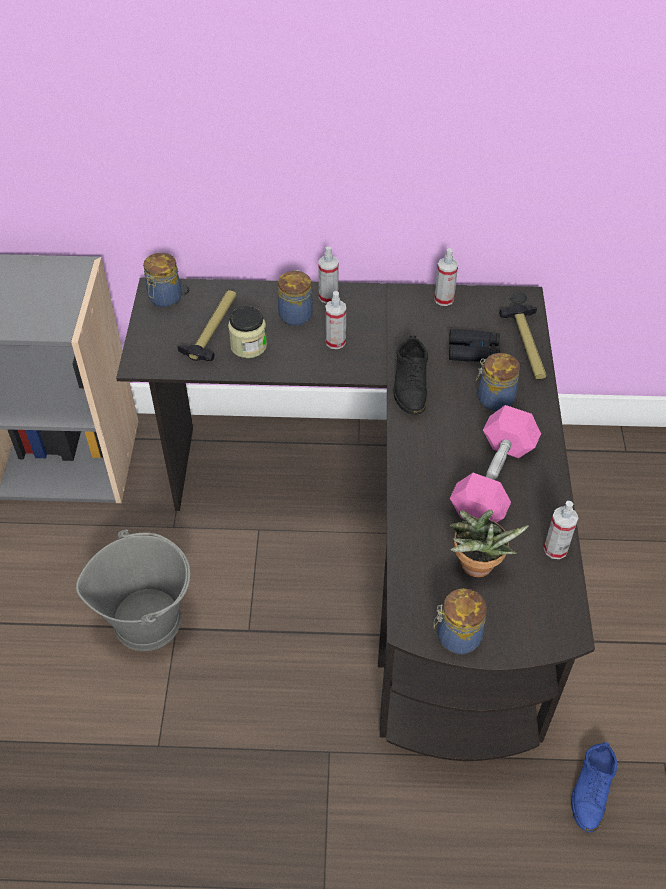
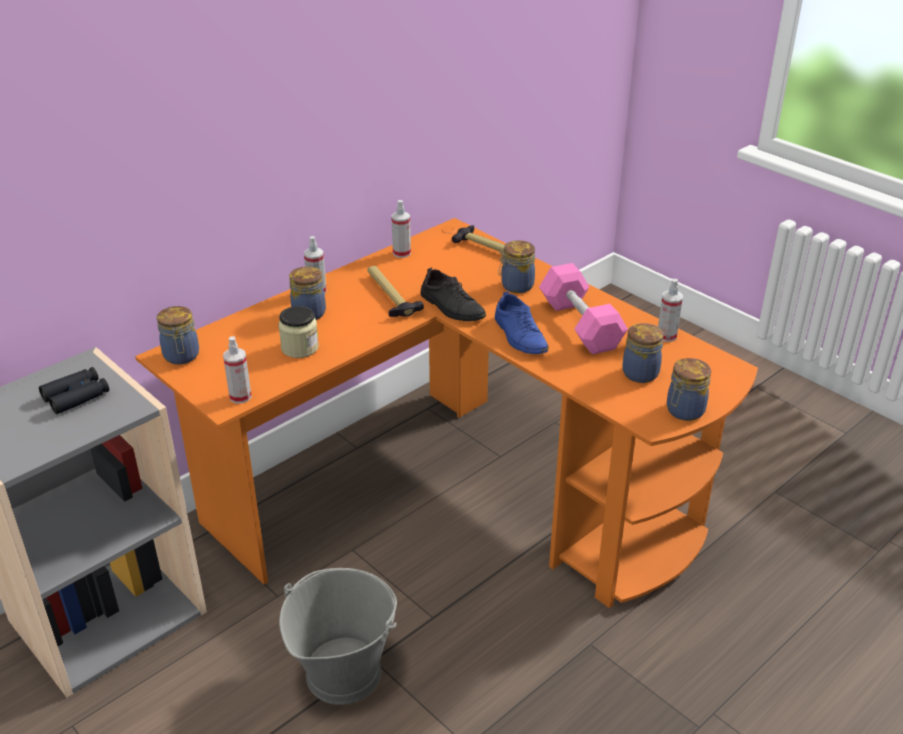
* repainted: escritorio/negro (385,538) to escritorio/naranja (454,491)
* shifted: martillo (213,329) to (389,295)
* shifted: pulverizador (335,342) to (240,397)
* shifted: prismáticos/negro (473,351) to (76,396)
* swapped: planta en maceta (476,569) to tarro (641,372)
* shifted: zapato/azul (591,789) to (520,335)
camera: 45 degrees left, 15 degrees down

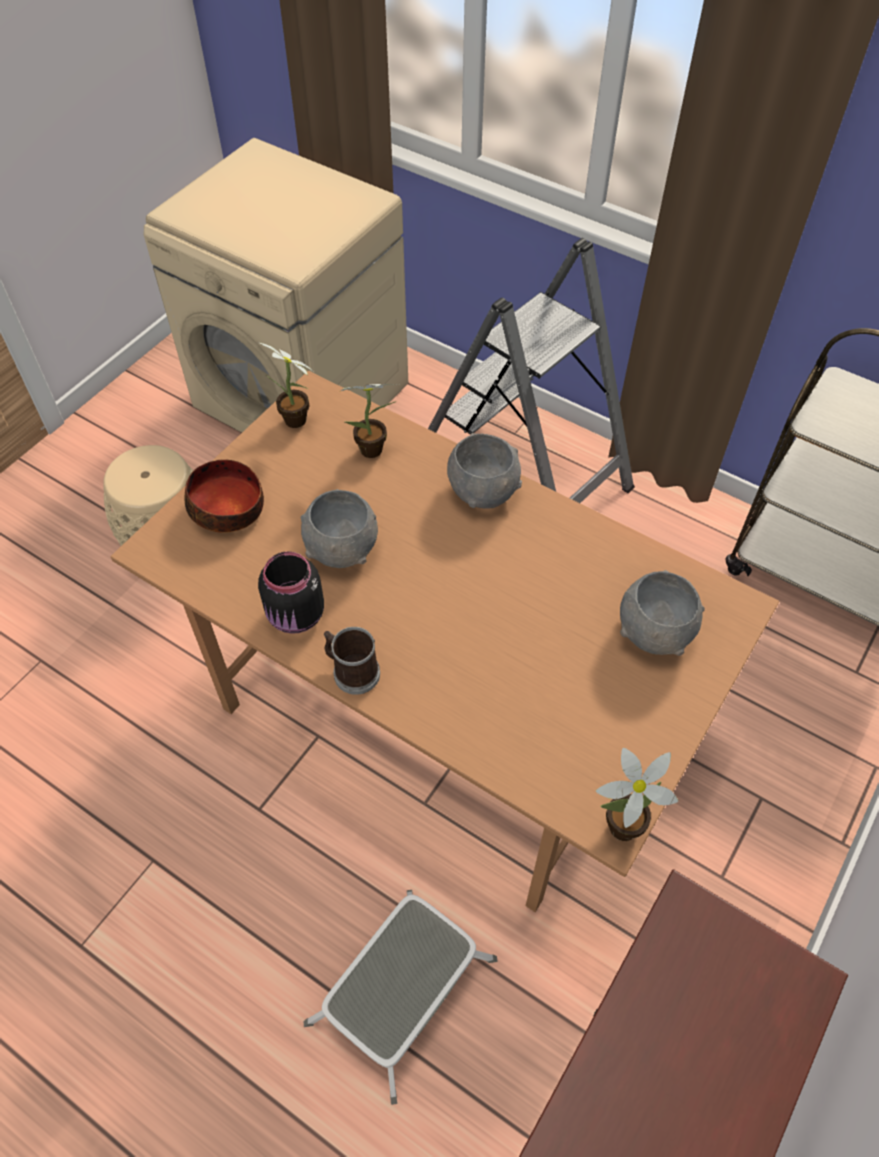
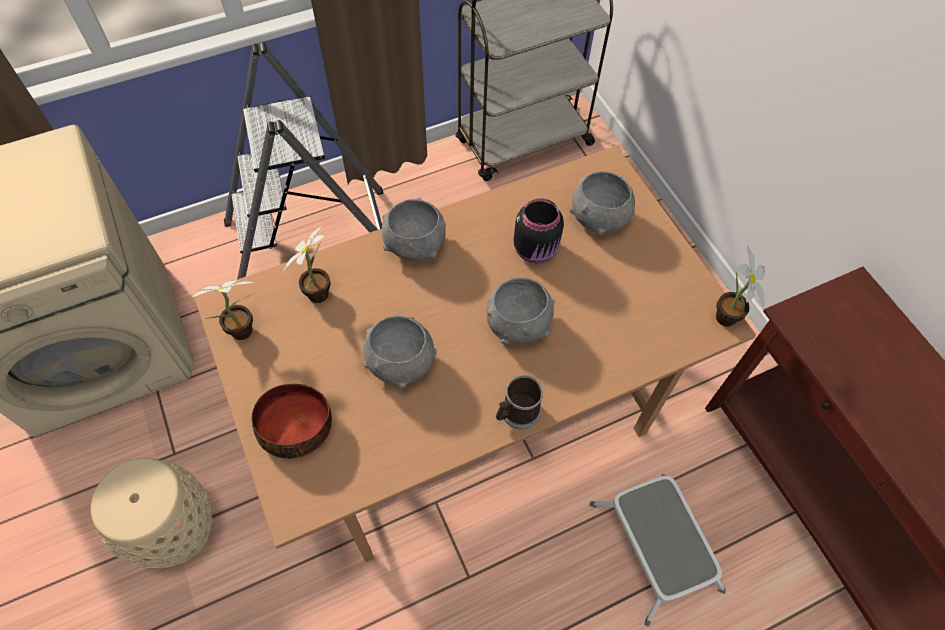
* shifted: tarro/negro (296,616) to (537,250)
* new: cuenco/gris (518,326)
camera: 60 degrees left, 5 degrees up

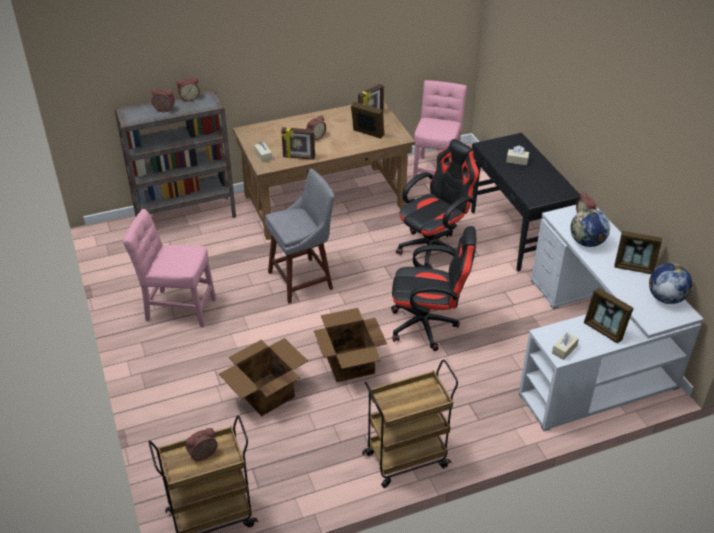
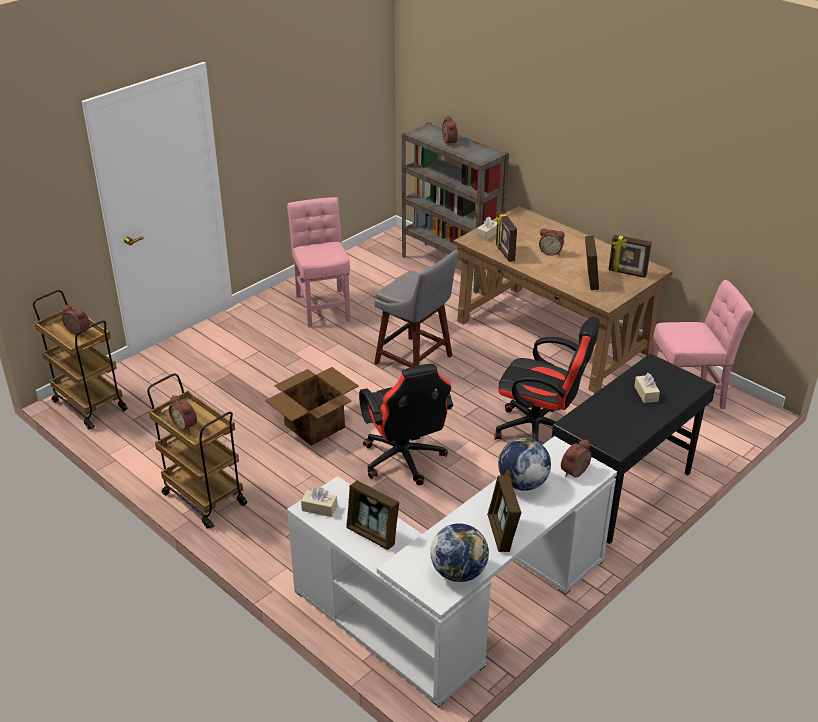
* shifted: despertador (189,98) to (186,425)
* gone: caja de cartón (265,394)
* rotated: portarretratos (604,330) = (373,534) 75 degrees counterclockwise
camera: 65 degrees right, 5 degrees down

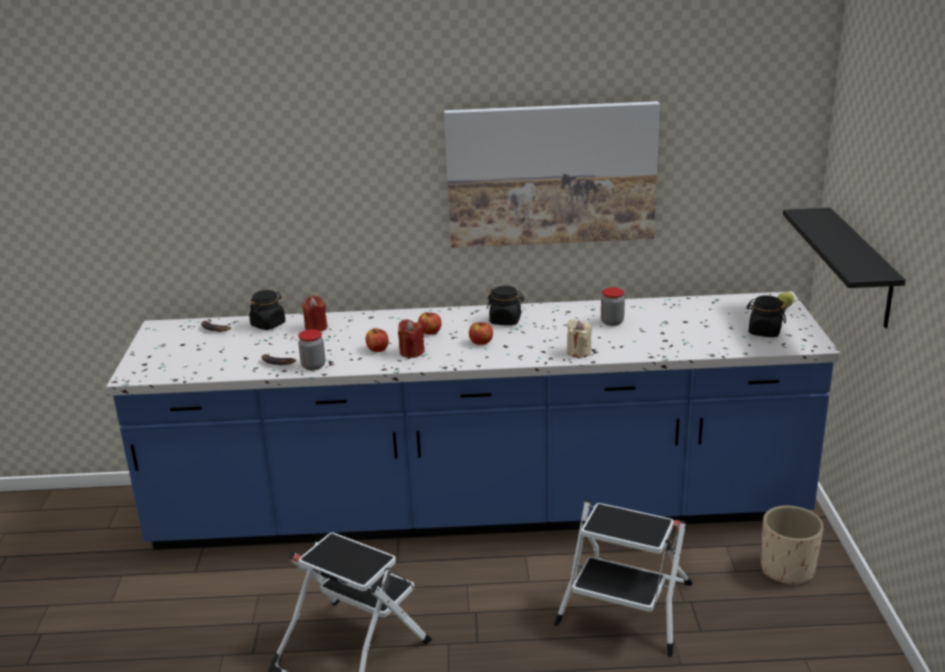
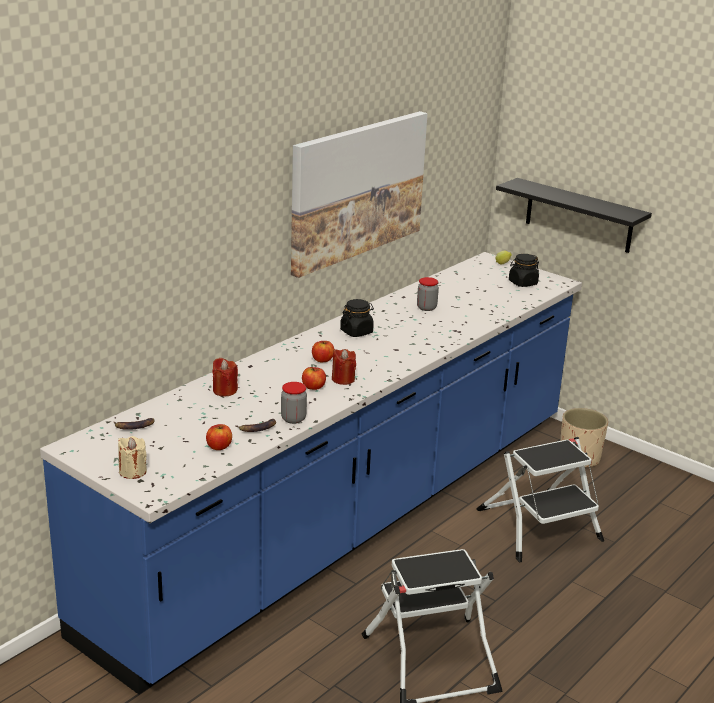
* gone: tarro/negro (268,324)
* shifted: manzana (481,342) to (219,446)
* shifted: vela/beis (579,352) to (132,471)
camera: 50 degrees left, 0 degrees up

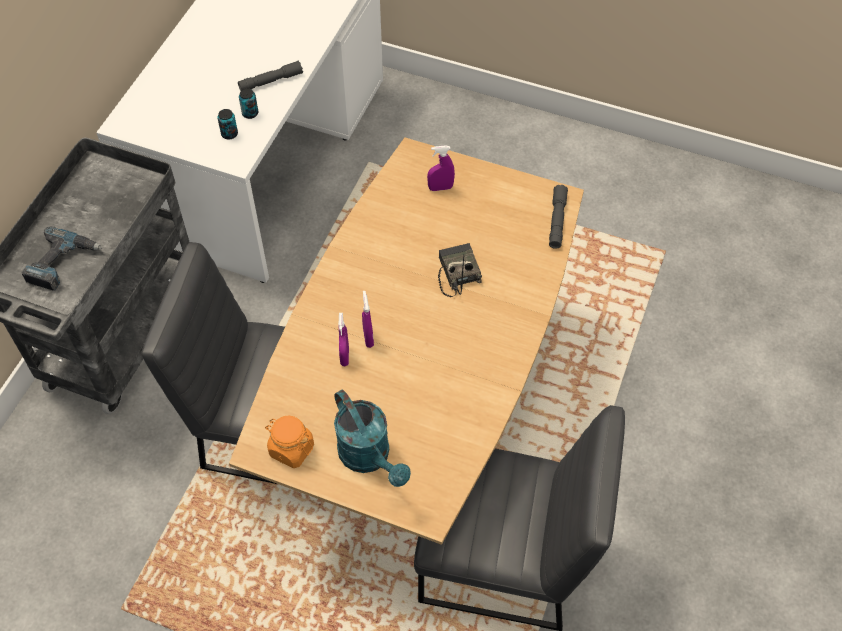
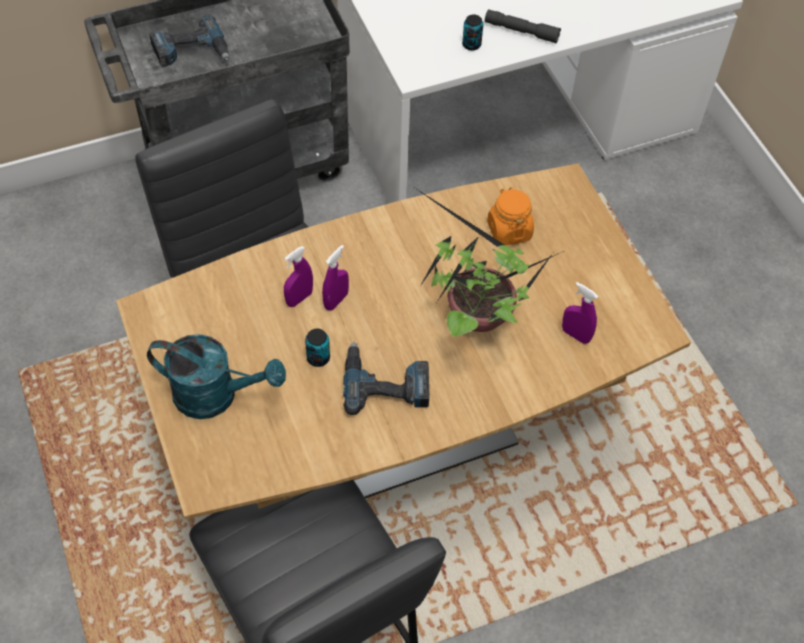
* shifted: lata (229,134) to (318,358)
* shifted: tarro/naranja (291,449) to (509,230)
* rotated: regadera/turquesa (370,457) = (216,395) 90 degrees counterclockwise
* shifted: pulverizador/morado (440,188) to (575,335)
* swapped: radio (456,273) to planta en maceta (476,313)
* gone: linterna/gris (557,221)
* new: taladro (385,382)
camera: 45 degrees right, 0 degrees up

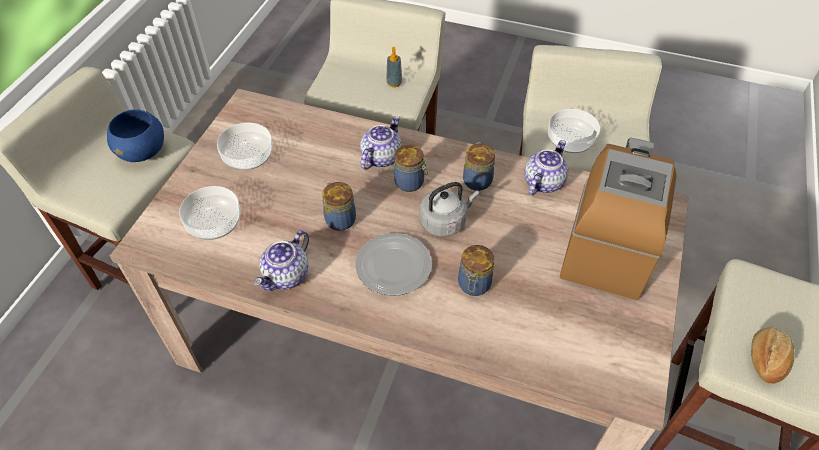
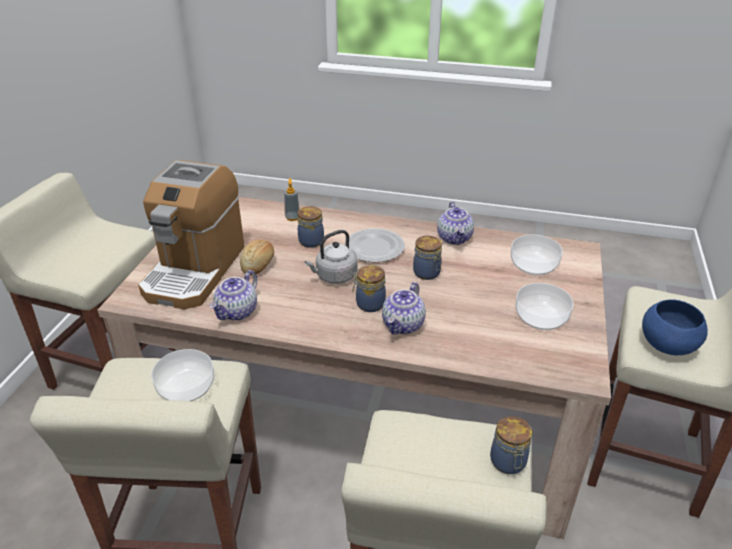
* rotated: tetera (286,276) = (455,238) 150 degrees clockwise
* shifted: dispensador de jabón (394,83) to (292,217)
* shifted: tarro (477,180) to (508,463)
* shifted: pan (765,359) to (259,264)
camera: 175 degrees right, 15 degrees down

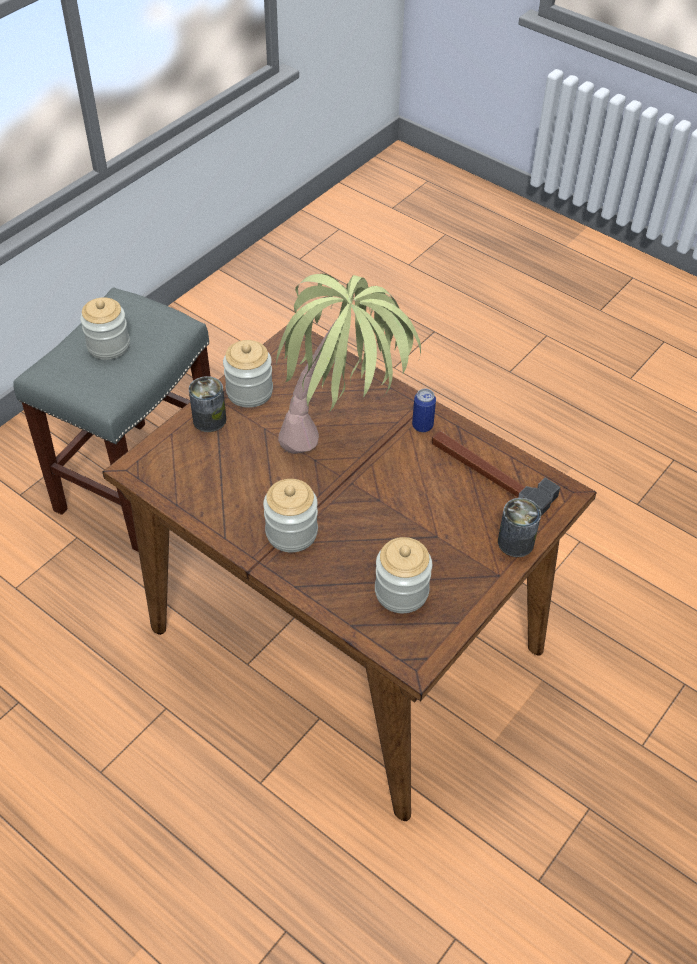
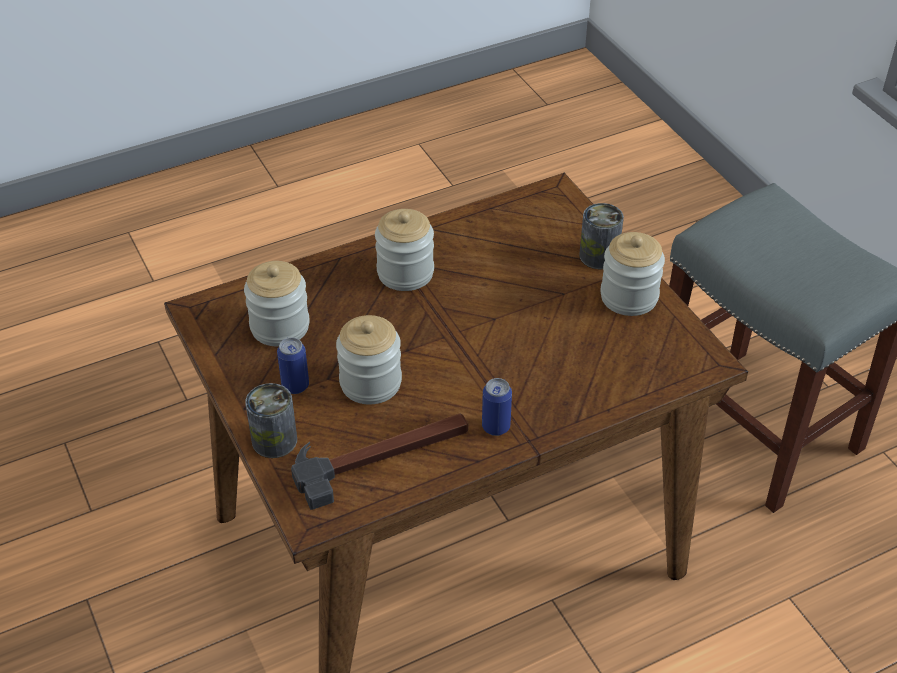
* shifted: tarro (108,346) to (370,383)
* gone: planta en maceta (342,438)
* new: lata (295,385)
camera: 115 degrees right, 5 degrees down

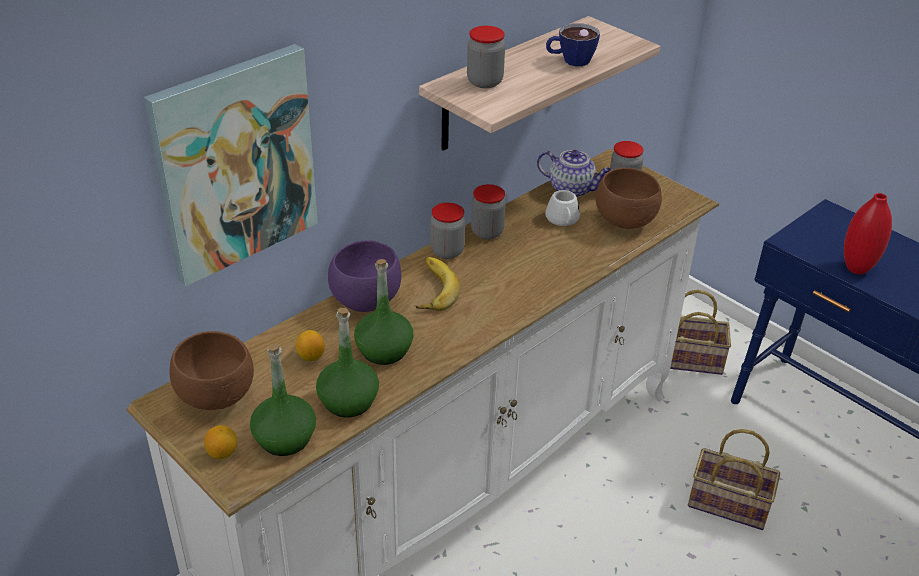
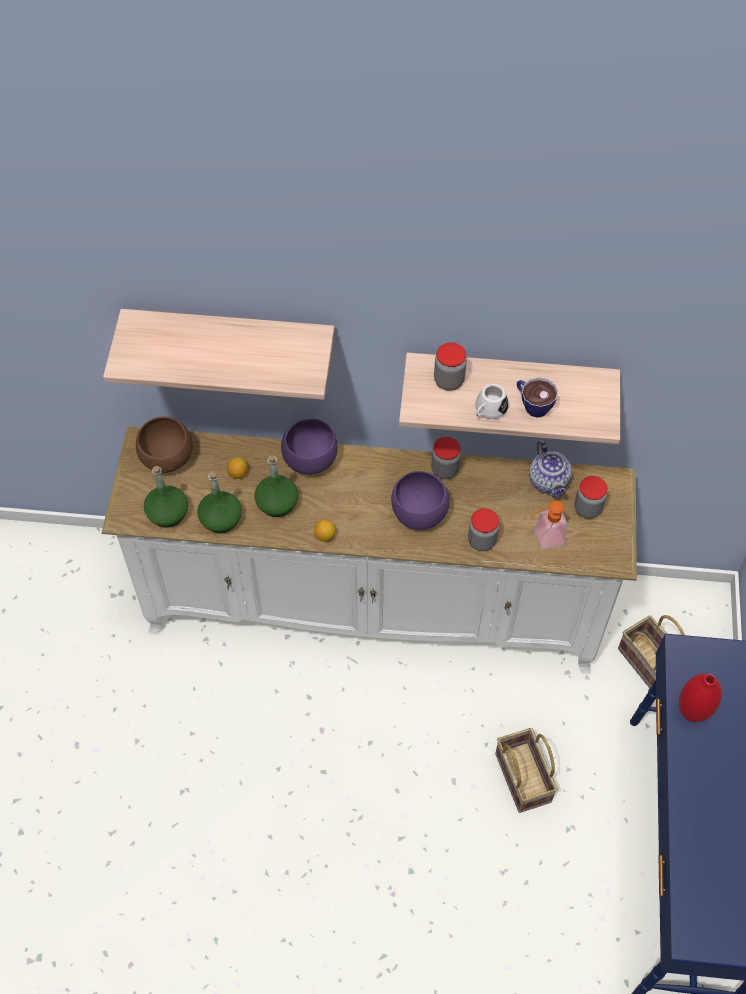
* swapped: cuadro (235,163) to estante (230,339)
* shifted: limón (222,453) to (325,536)
* gone: plátano (431,289)
* shifted: tarro (447,251) to (481,541)
* shifted: taza grande/blanco (563,220) to (488,410)
* swapped: cuenco/marrón (626,222) to dispensador de jabón (543,538)
* new: cuenco/morado (418,515)
camera: 50 degrees right, 20 degrees up

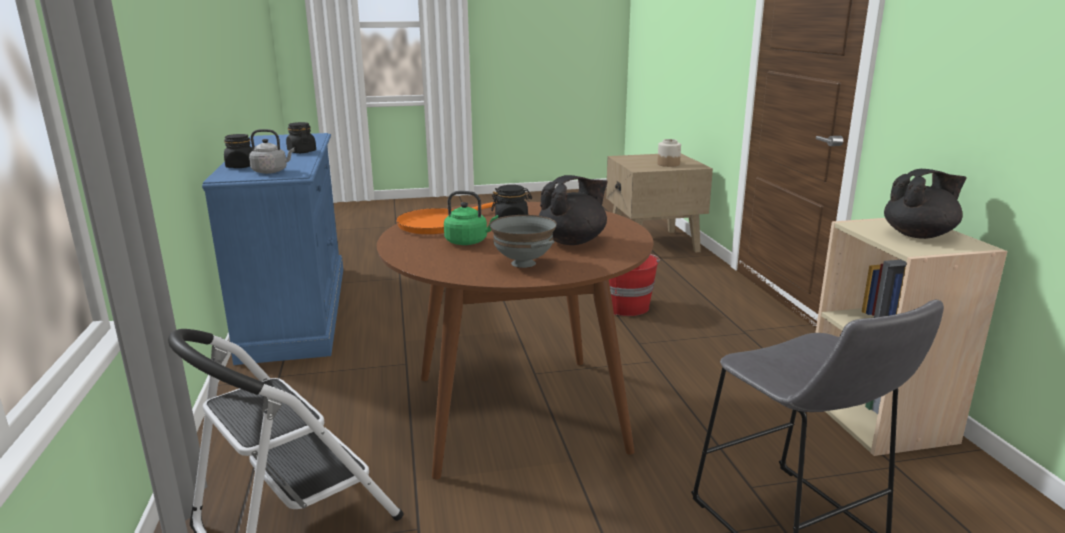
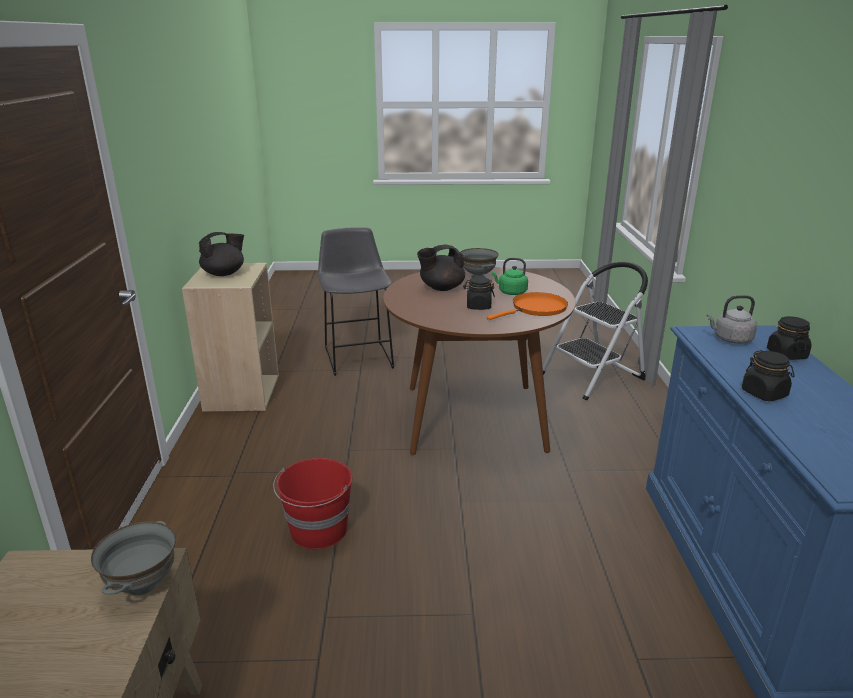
* gone: tarro (668,164)
* rotated: tetera/negro (919,235) = (224,274) 150 degrees clockwise
* new: cuenco/gris (143,584)
camera: 170 degrees left, 5 degrees up

